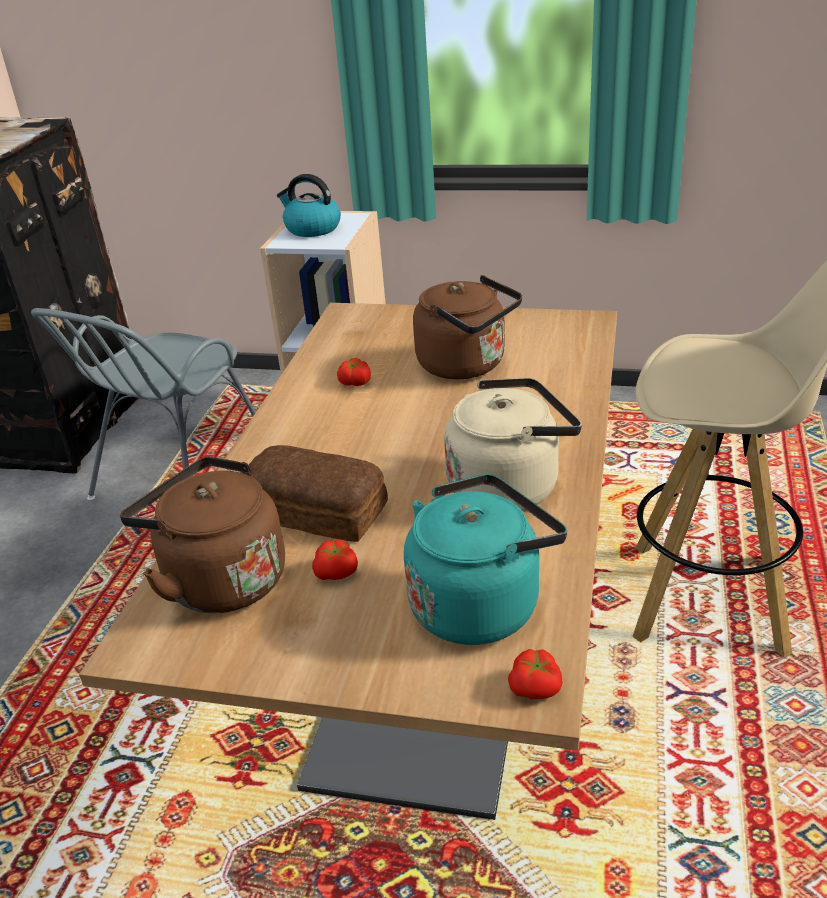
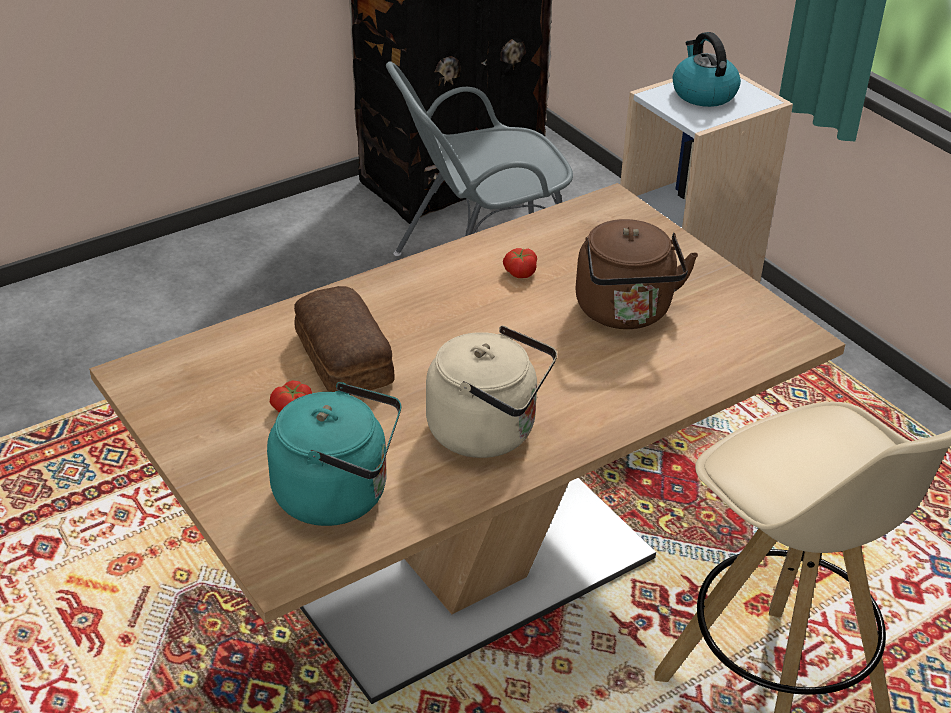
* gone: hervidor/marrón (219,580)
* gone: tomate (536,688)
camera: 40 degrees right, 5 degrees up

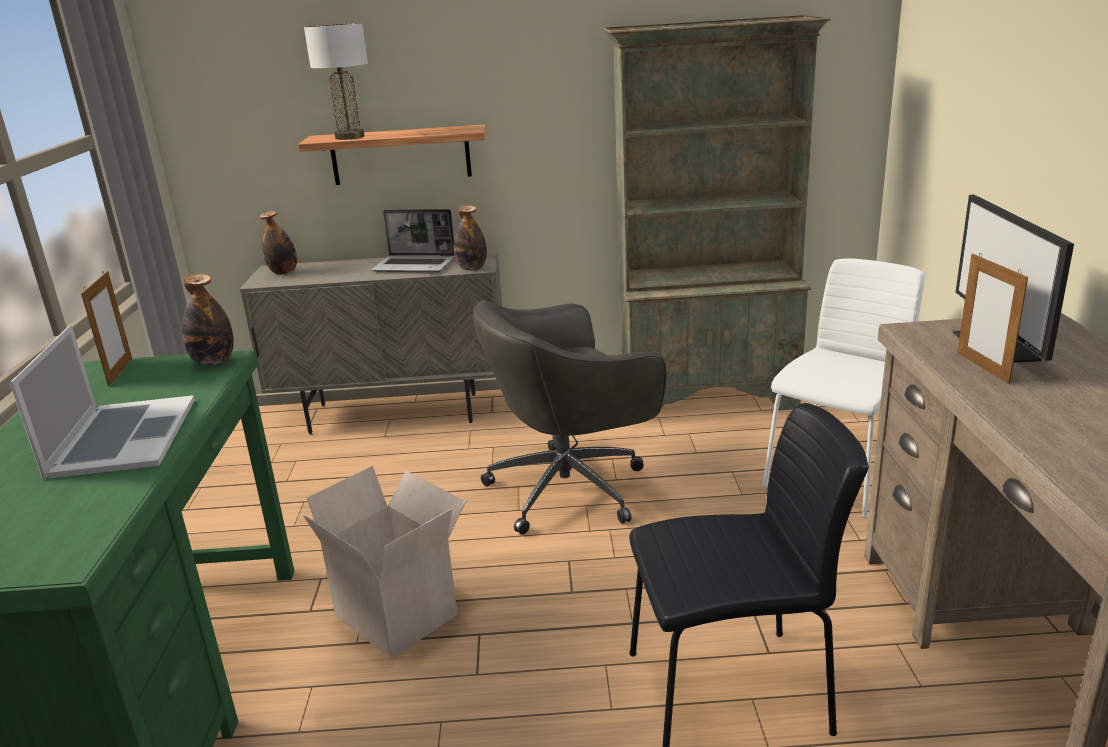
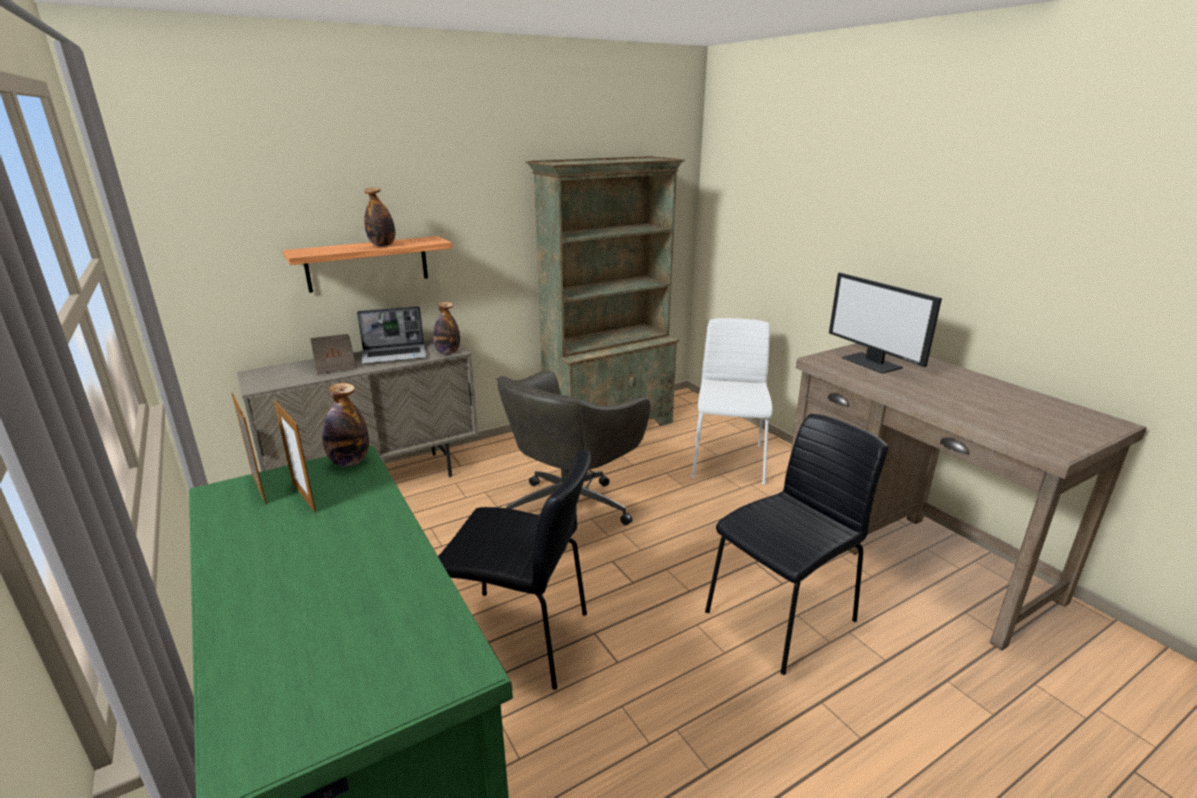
* gone: portátil (122,437)
* shifted: botella (283,272) to (382,245)
* swapped: caja de cartón (400,614) to silla/negro (522,638)
* gone: lámpara de mesa (349,137)
* shifted: portarretratos (982,367) to (303,497)
* new: libro/marrón (335,365)
camera: 30 degrees left, 0 degrees up

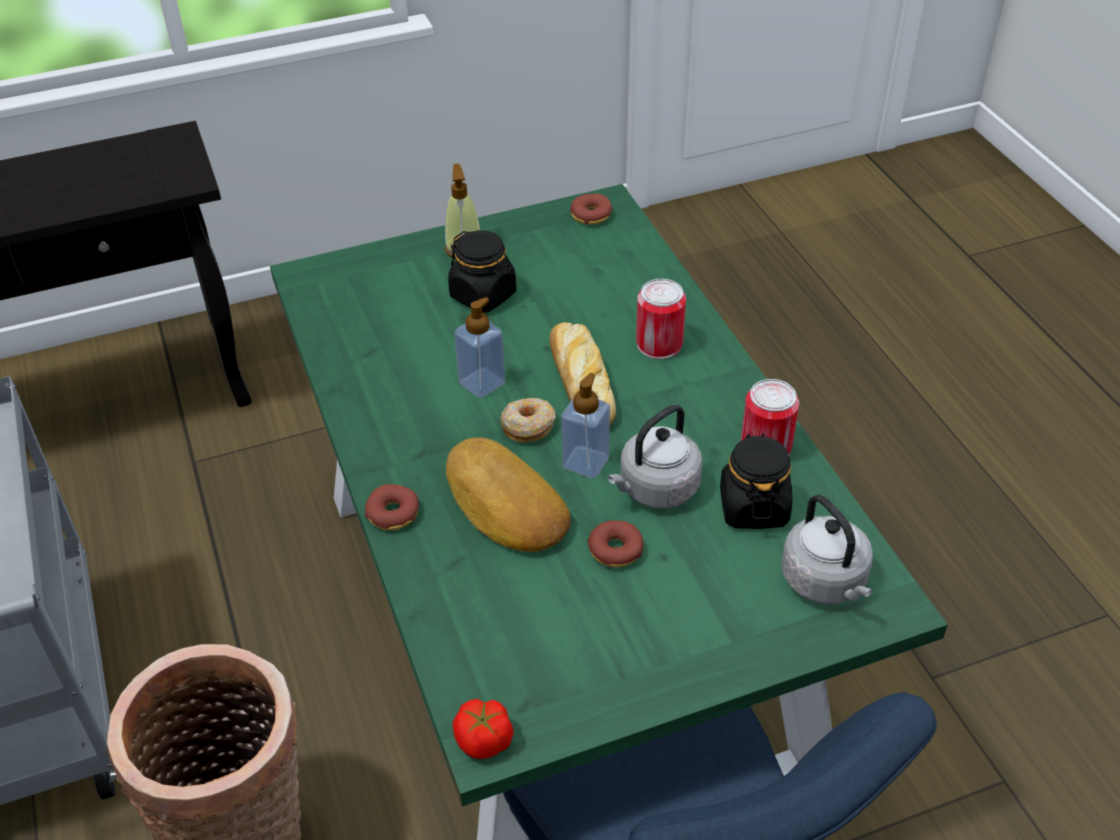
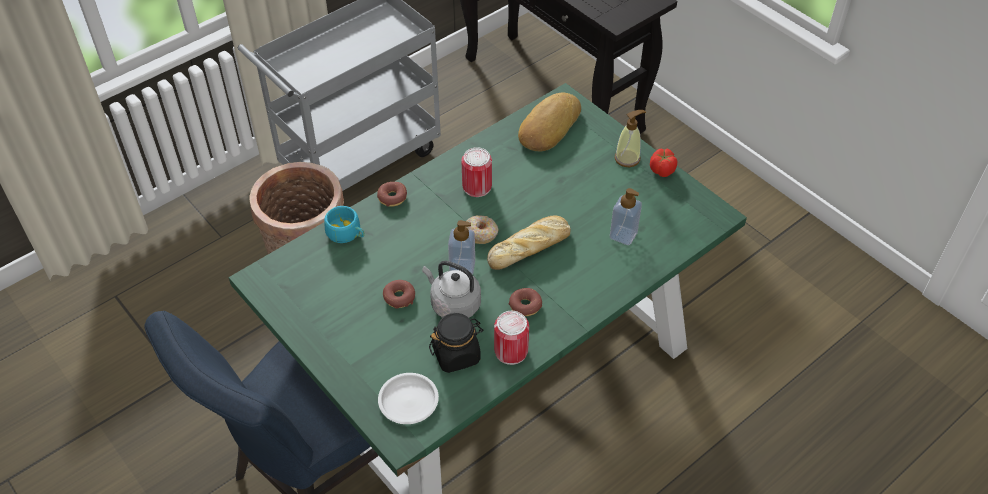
* shifted: pan (504,505) to (547,127)
* gone: tarro/negro (483,295)
* shifted: tomate (484,741) to (662,170)
* shifted: dispensador de jabón (482,383) to (623,235)
* shifted: rosquilla (591,215) to (525,305)
* shifted: lata (659,344) to (477,186)
* swapped: hervidor/gris (826,582) to plato/blanco (408,401)
* new: taza/turquesa (347,233)
camera: 70 degrees right, 5 degrees up

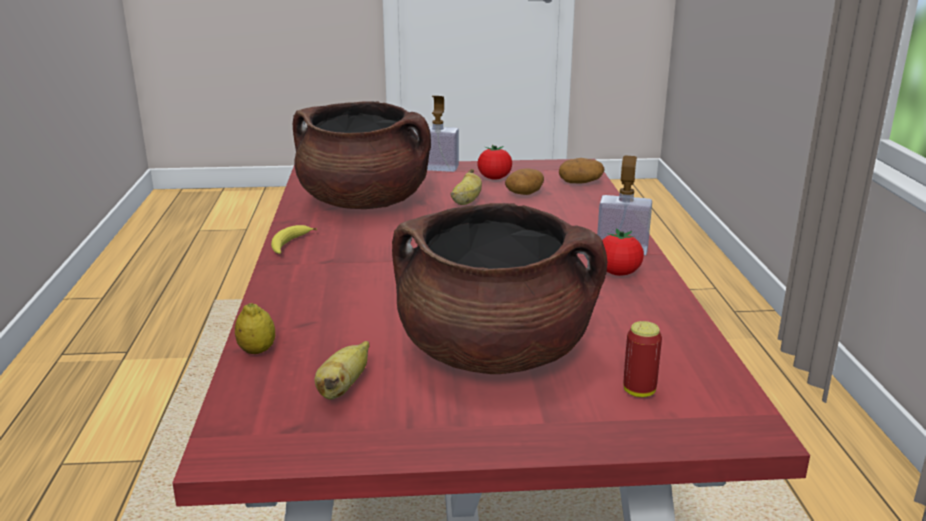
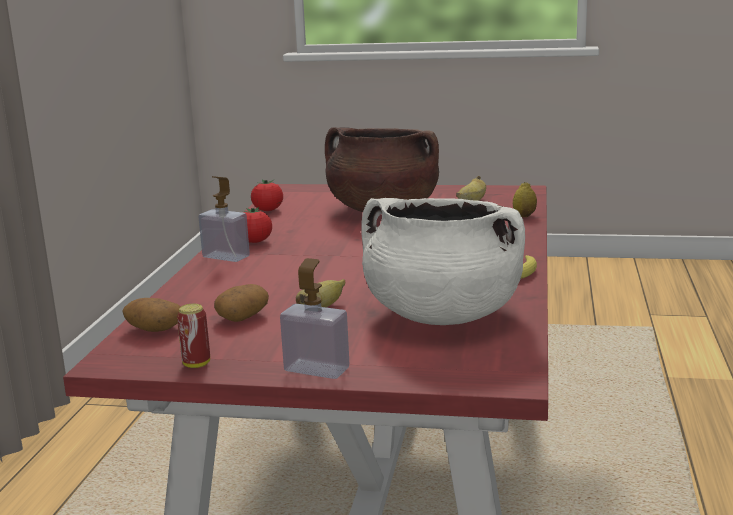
* repainted: olla/marrón (364,203) to olla/blanco (441,315)
* shifted: tomate (494,178) to (268,210)
* shifted: lata (639,391) to (196,364)
camera: 165 degrees left, 5 degrees down

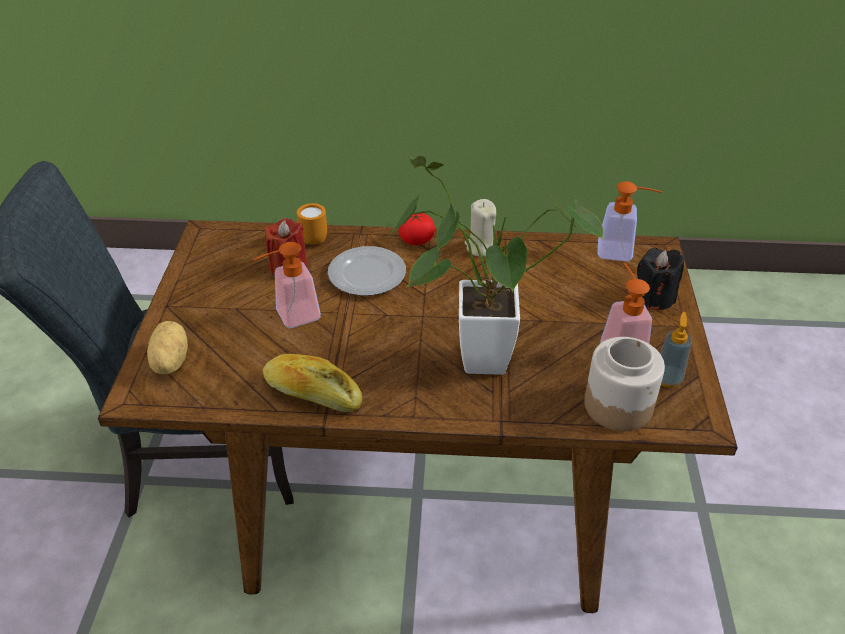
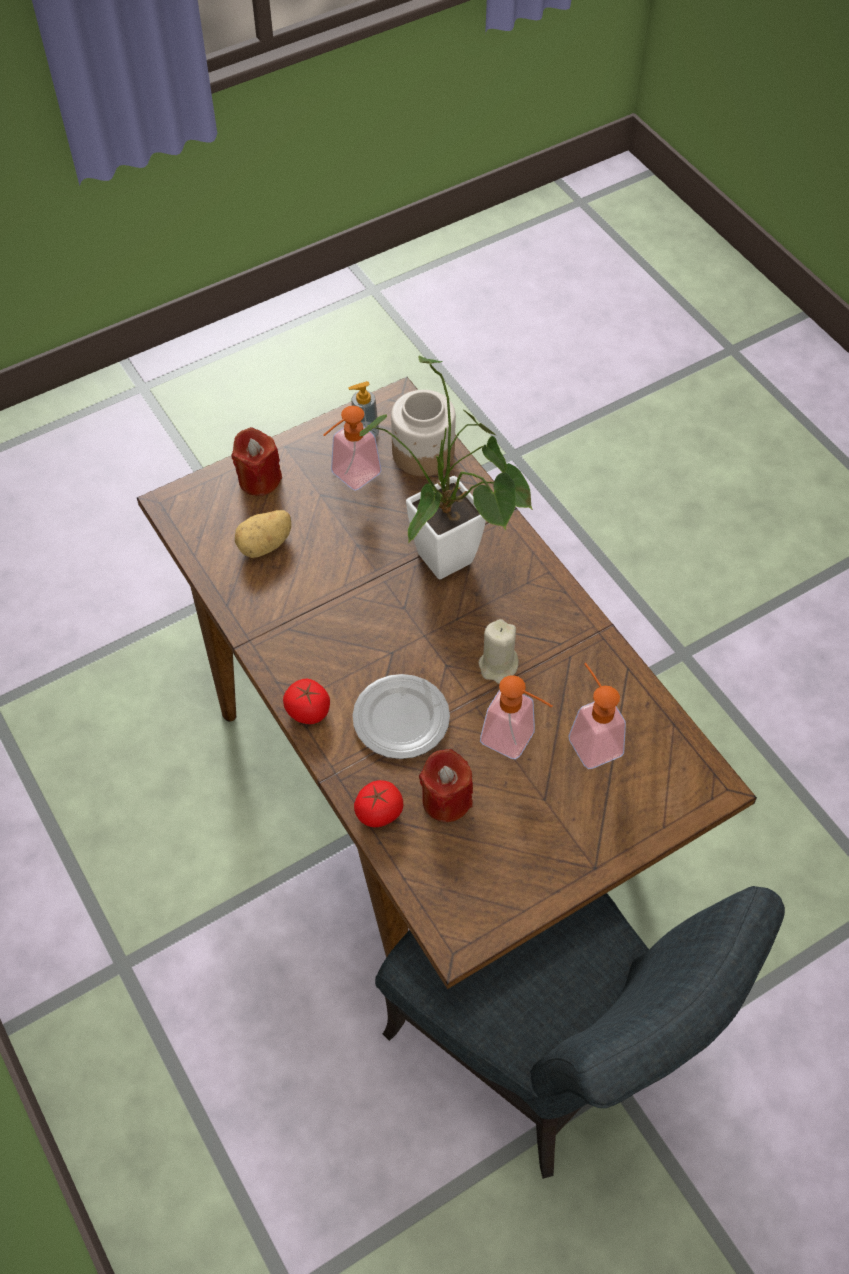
* shifted: patata (169,362) to (265,545)
* gone: pan (313,394)
* swapped: taza grande/naranja (314,238) to tomate (379,813)
* shifted: vela/beis (480,247) to (498,666)
* shifted: dispensador de jabón (622,252) to (590,739)
* repainted: vela/negro (654,298) to vela/rojo (259,479)
camera: 125 degrees left, 15 degrees up

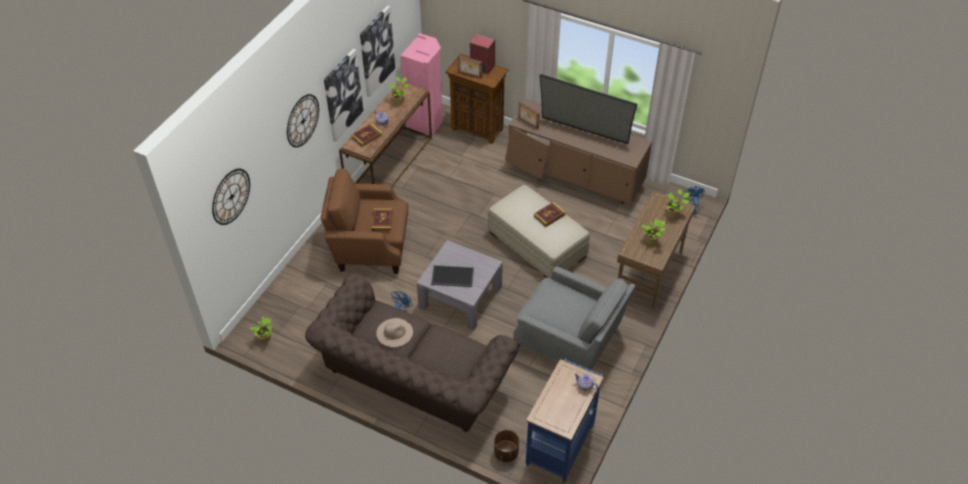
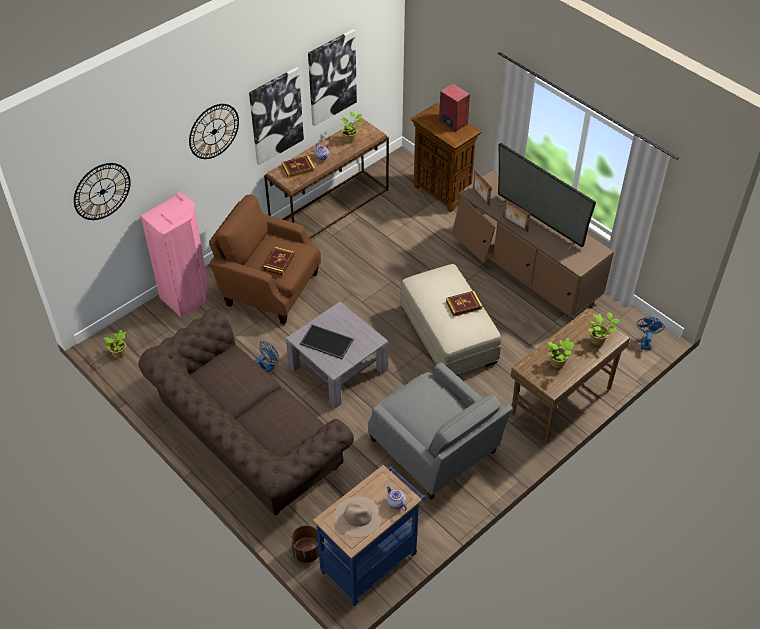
* shifted: sombrero/beis (394,332) to (357,516)
* shifted: armario/rosa (426,120) to (187,295)
* shifted: portarretratos (470,75) to (514,224)
camera: 20 degrees right, 0 degrees up

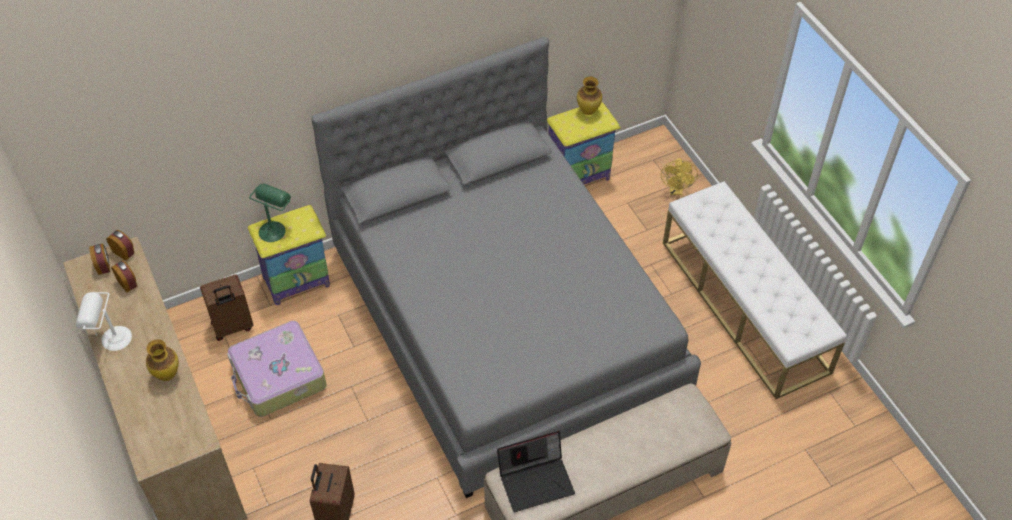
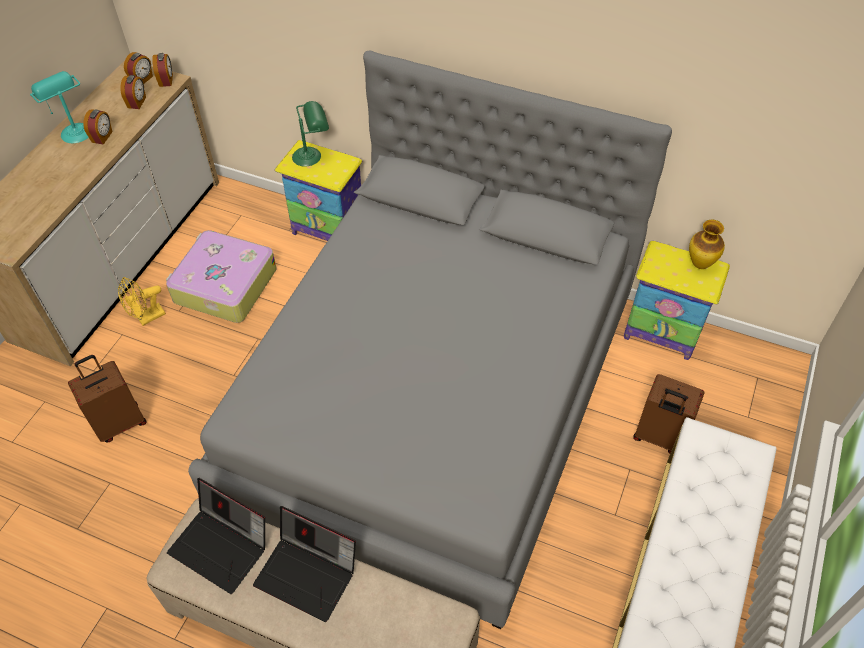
* repainted: lámpara de mesa/blanco (109,339) to lámpara de mesa/turquesa (72,130)
* gone: florero (167,375)
* shifted: maleta/marrón (232,327) to (658,437)
* shifted: ventilador/amarillo (676,190) to (147,318)
* new: despertador (102,137)
* new: portátil (309,574)
camera: 50 degrees right, 0 degrees up

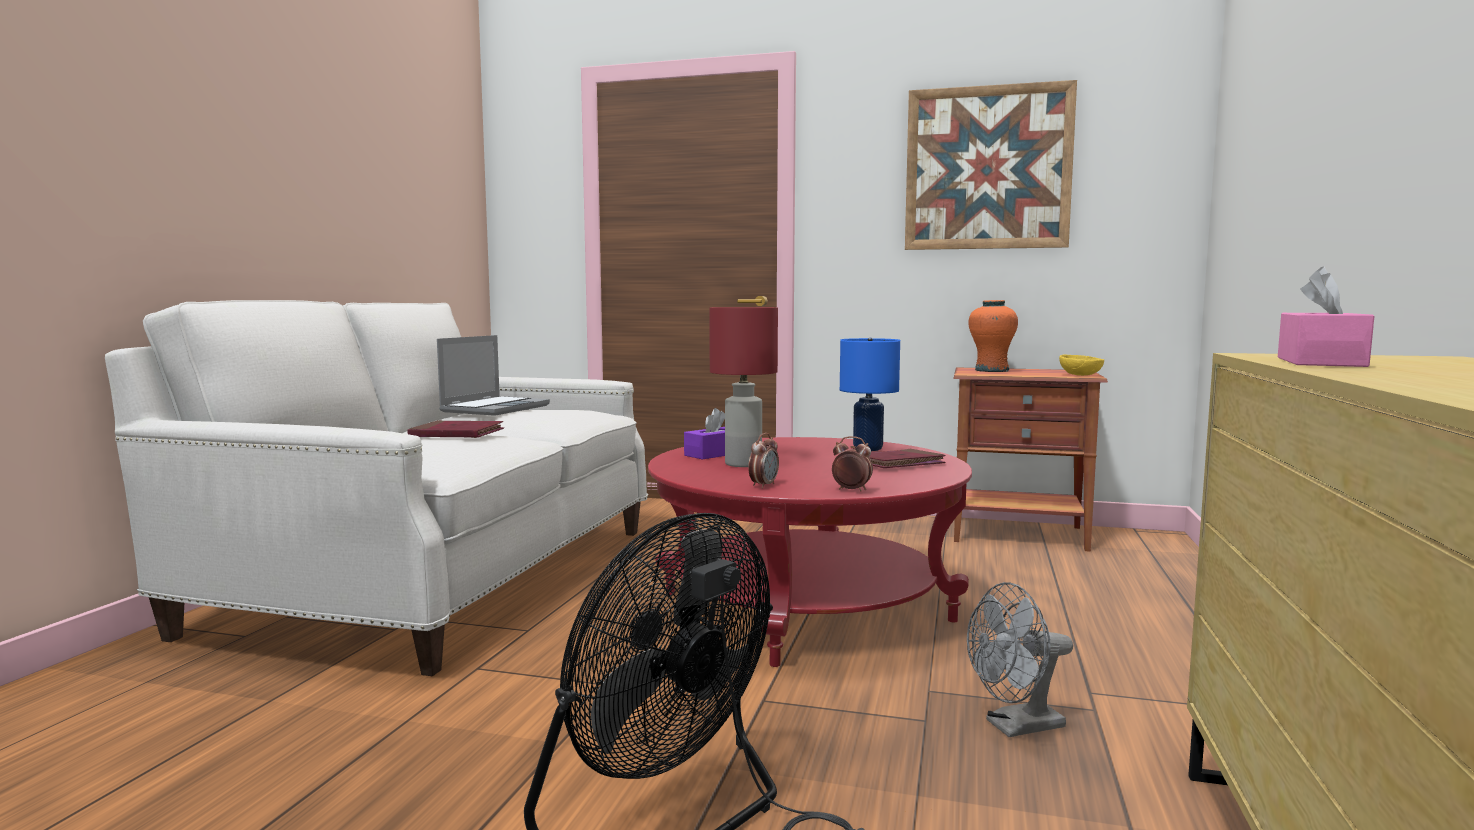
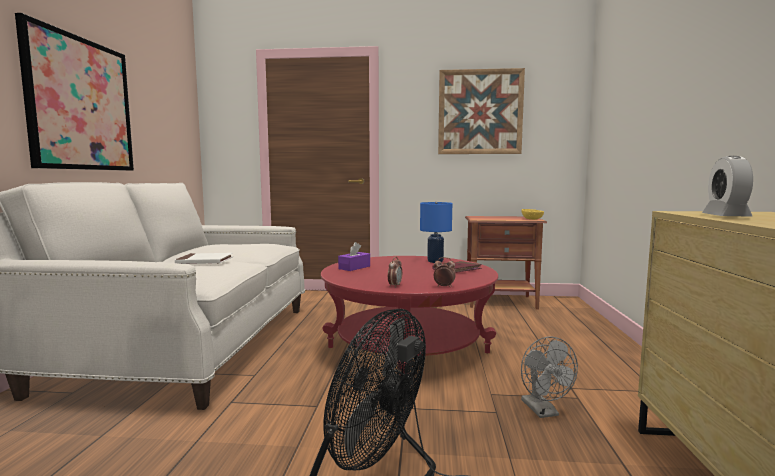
* repainted: libro/rojo (456,434) to libro/blanco (204,261)
* gone: portátil (495,408)
* gone: lámpara de mesa/rojo (742,464)
* rotated: ventilador/gris (1015,727) = (543,411) 75 degrees counterclockwise
* gone: florero/naranja (991,370)
* swapped: caja de pañuelos/rosa (1320,362) to despertador (725,216)
* new: cuadro (81,104)
camera: 10 degrees left, 0 degrees up

